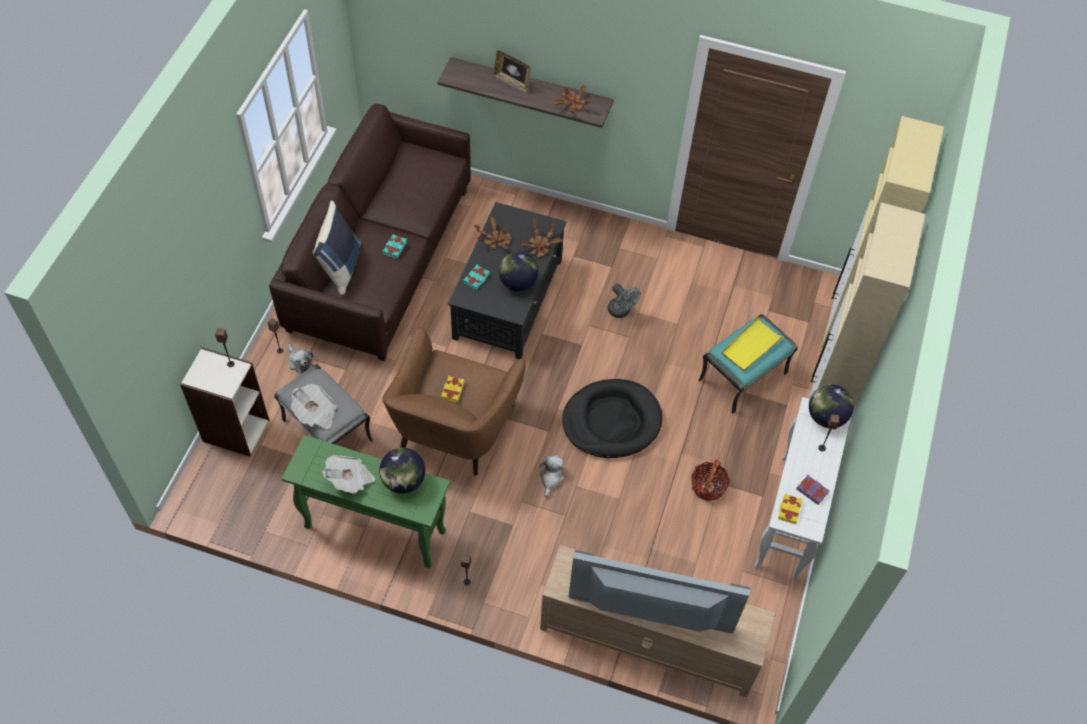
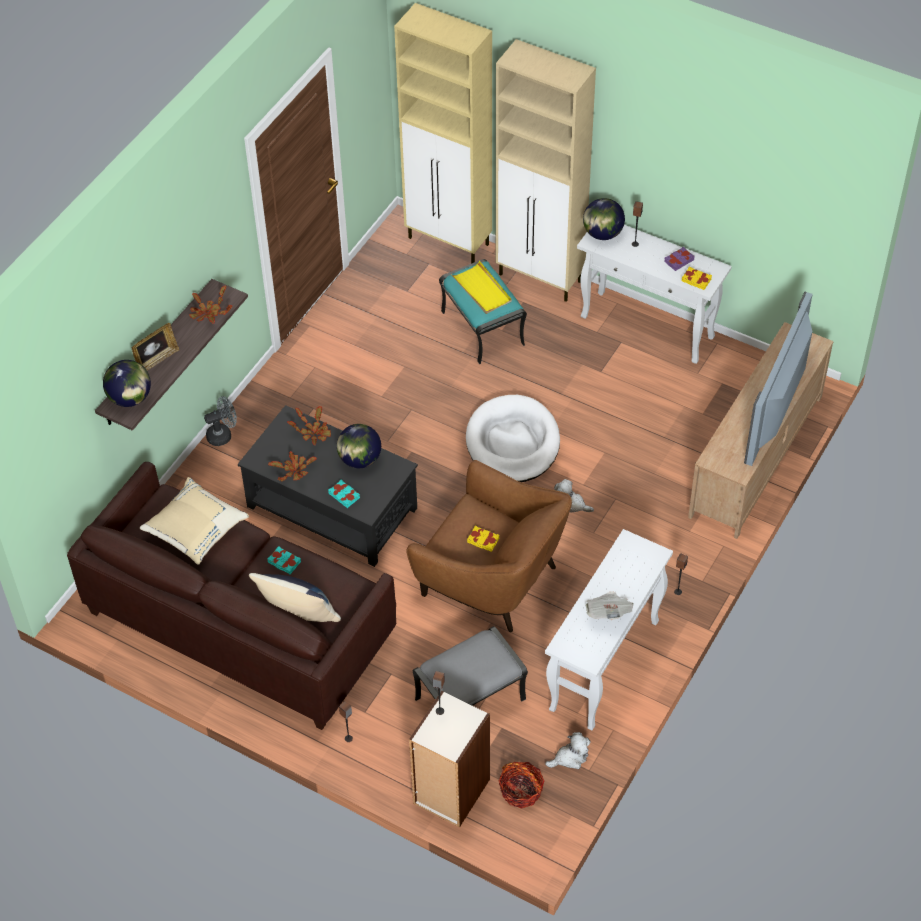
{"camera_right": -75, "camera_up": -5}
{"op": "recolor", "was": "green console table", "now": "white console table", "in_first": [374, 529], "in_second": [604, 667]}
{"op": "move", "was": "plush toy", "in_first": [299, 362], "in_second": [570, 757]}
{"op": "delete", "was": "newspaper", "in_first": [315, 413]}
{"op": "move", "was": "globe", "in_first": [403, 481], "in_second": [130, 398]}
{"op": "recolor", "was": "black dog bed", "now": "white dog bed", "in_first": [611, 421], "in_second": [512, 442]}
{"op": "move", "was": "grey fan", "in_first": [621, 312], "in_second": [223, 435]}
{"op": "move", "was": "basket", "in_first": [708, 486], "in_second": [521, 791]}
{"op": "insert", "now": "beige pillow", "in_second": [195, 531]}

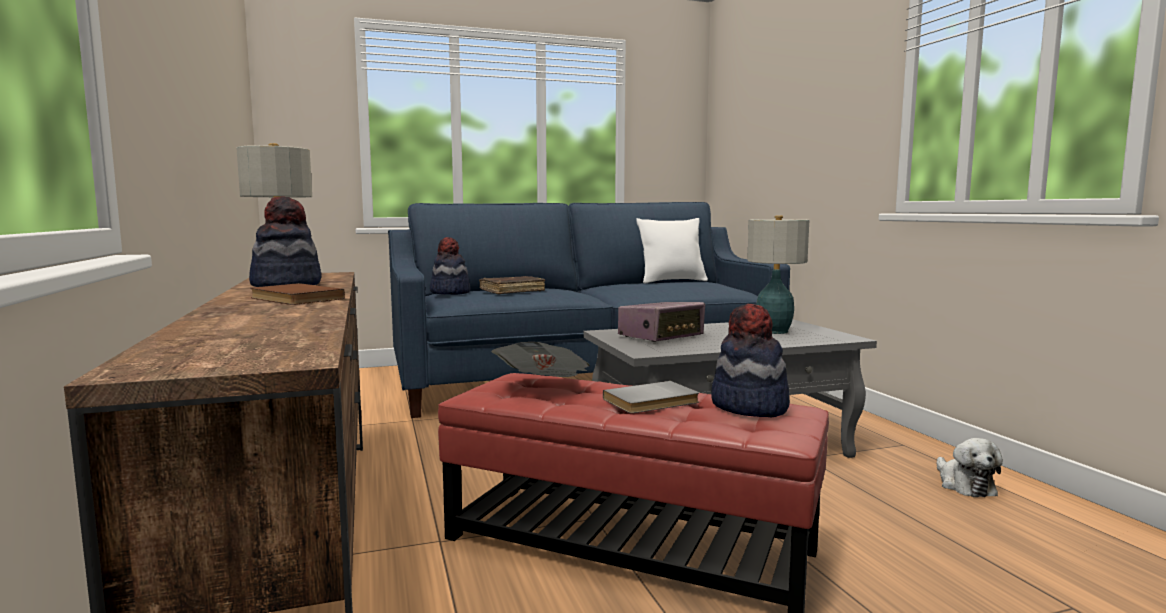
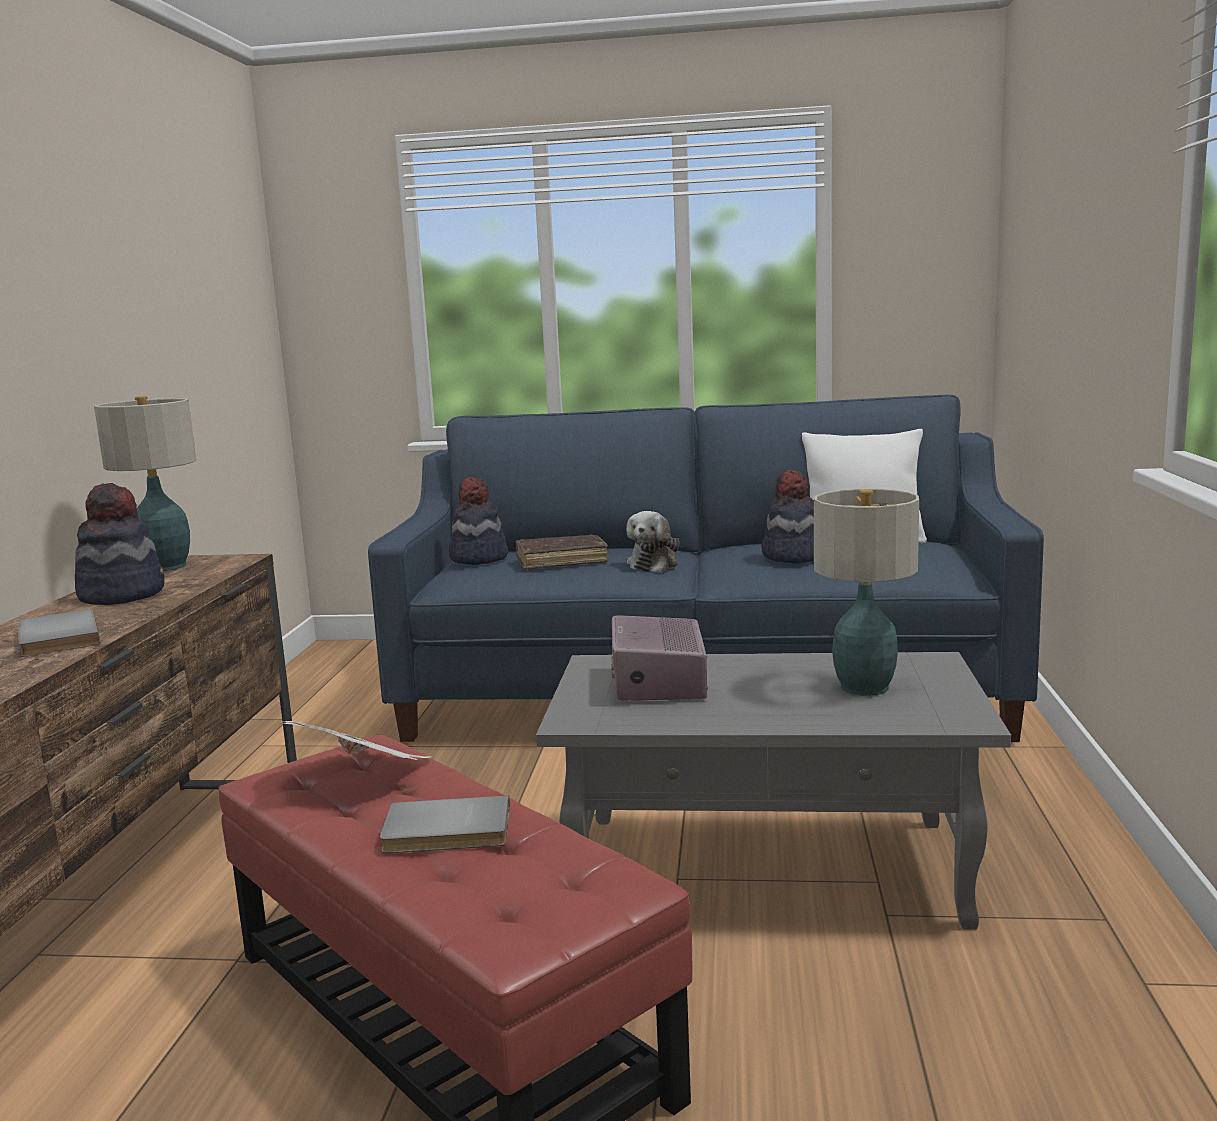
{"camera_right": 25, "camera_up": 5}
{"op": "recolor", "was": "brown book", "now": "grey book", "in_first": [293, 298], "in_second": [55, 638]}
{"op": "rotate", "was": "radio", "in_first": [661, 337], "in_second": [658, 684], "clockwise": 105}
{"op": "move", "was": "hat", "in_first": [749, 407], "in_second": [792, 556]}
{"op": "move", "was": "plush toy", "in_first": [964, 485], "in_second": [654, 564]}

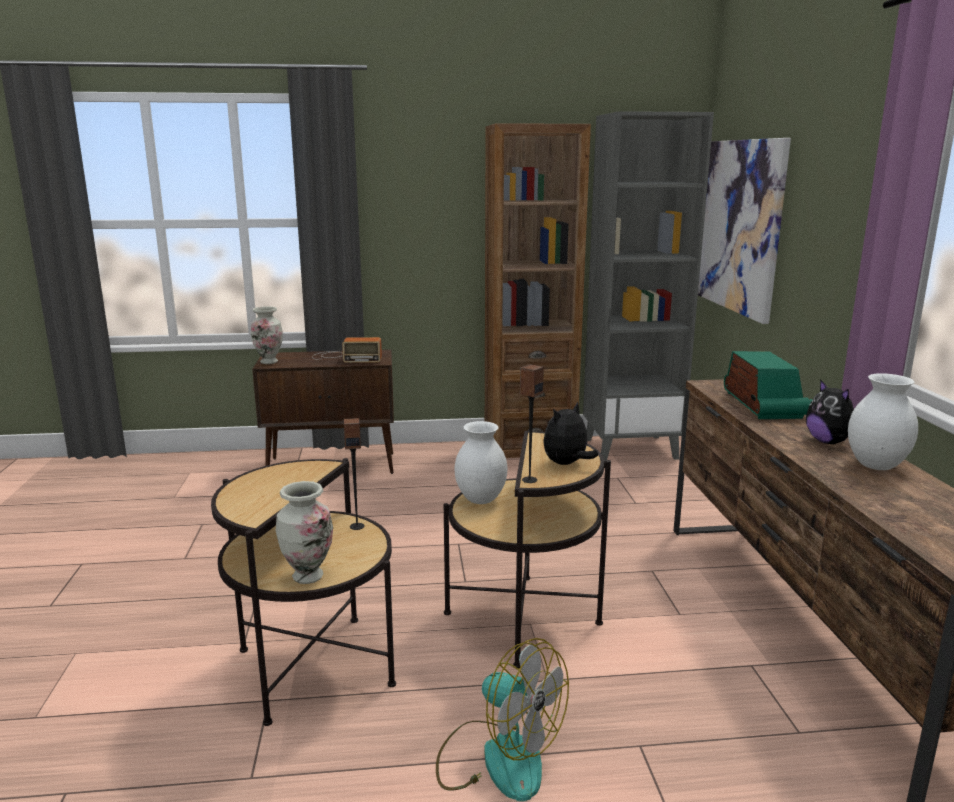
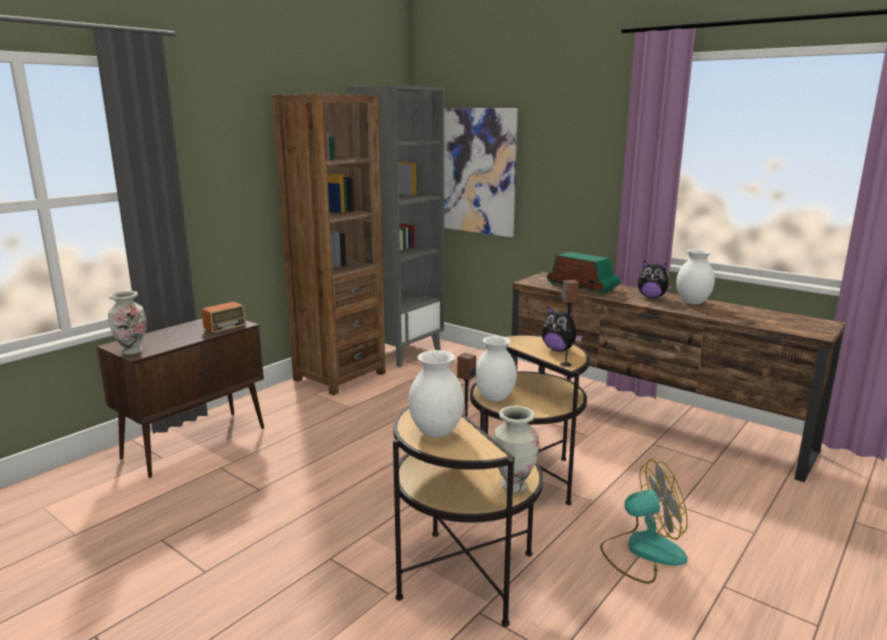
{"camera_right": -45, "camera_up": 0}
{"op": "rotate", "was": "plush toy", "in_first": [567, 464], "in_second": [559, 349], "clockwise": -60}
{"op": "insert", "now": "white vase", "in_second": [435, 433]}

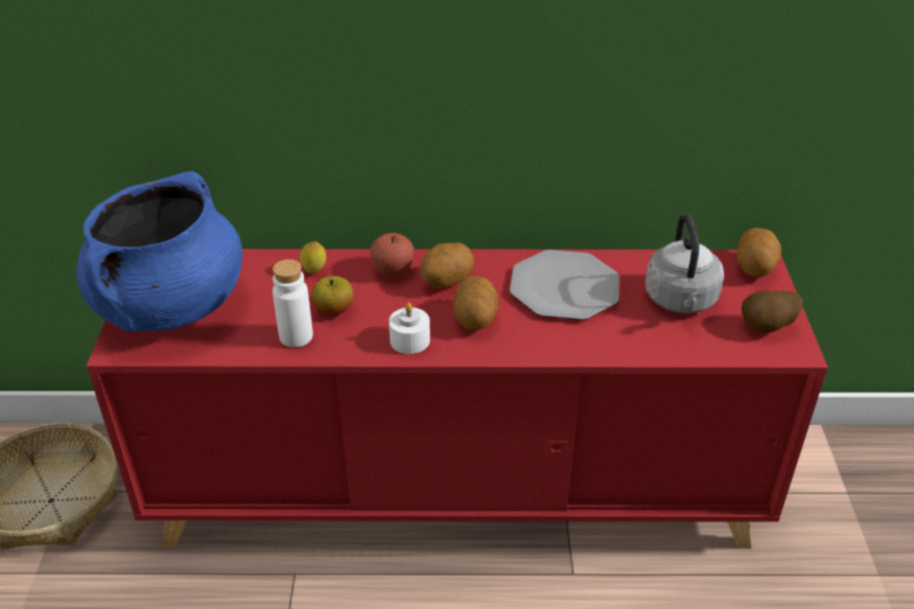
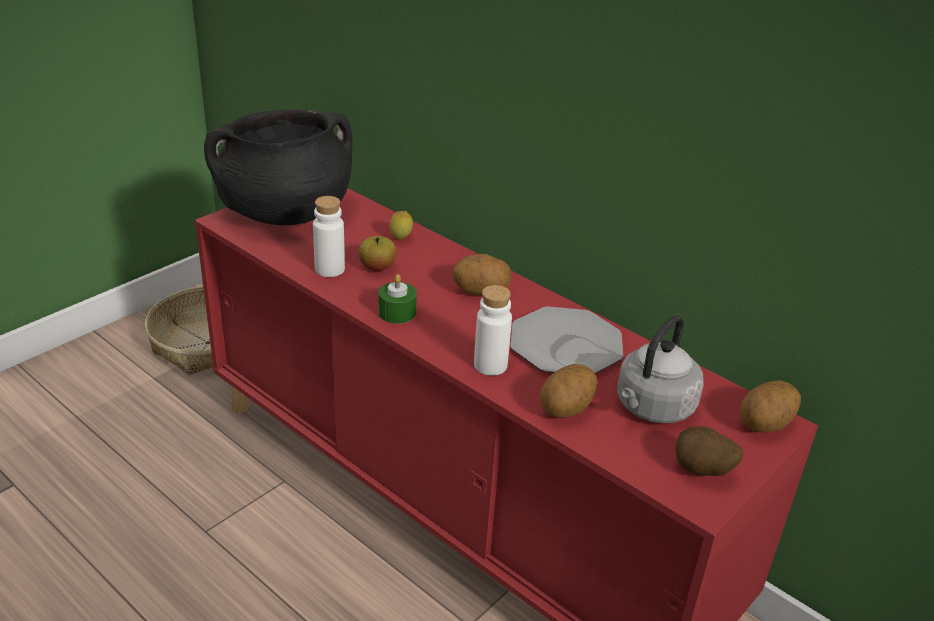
{"camera_right": 40, "camera_up": -5}
{"op": "recolor", "was": "blue cooking pot", "now": "black cooking pot", "in_first": [170, 306], "in_second": [285, 213]}
{"op": "delete", "was": "apple", "in_first": [393, 270]}
{"op": "recolor", "was": "white candle", "now": "green candle", "in_first": [410, 340], "in_second": [397, 312]}
{"op": "move", "was": "potato", "in_first": [475, 319], "in_second": [567, 409]}
{"op": "insert", "now": "white bottle", "in_second": [490, 365]}

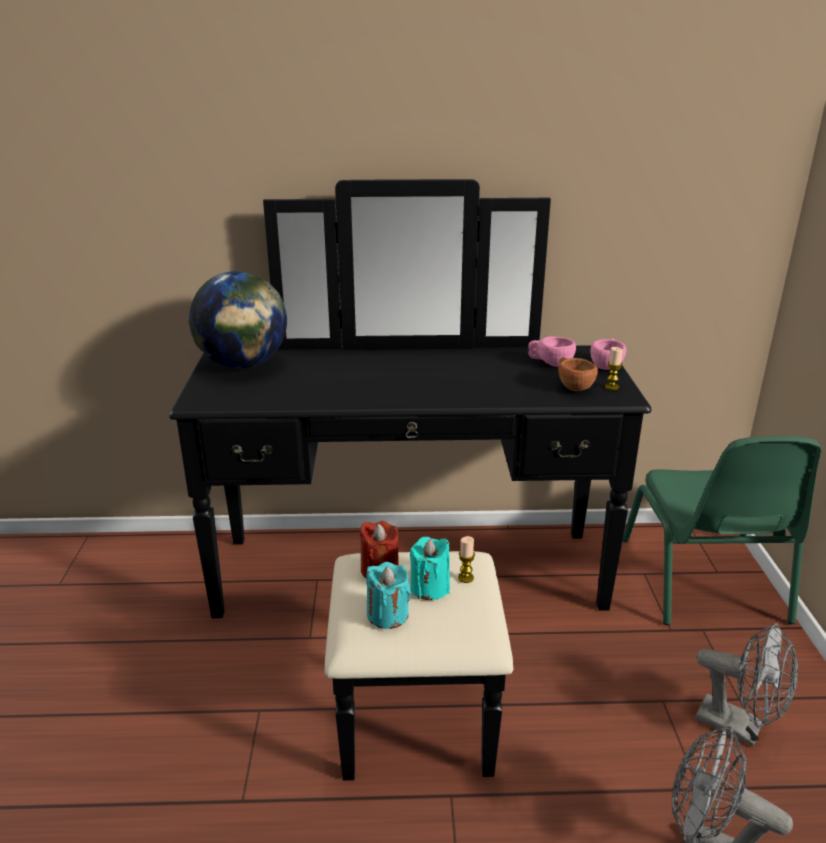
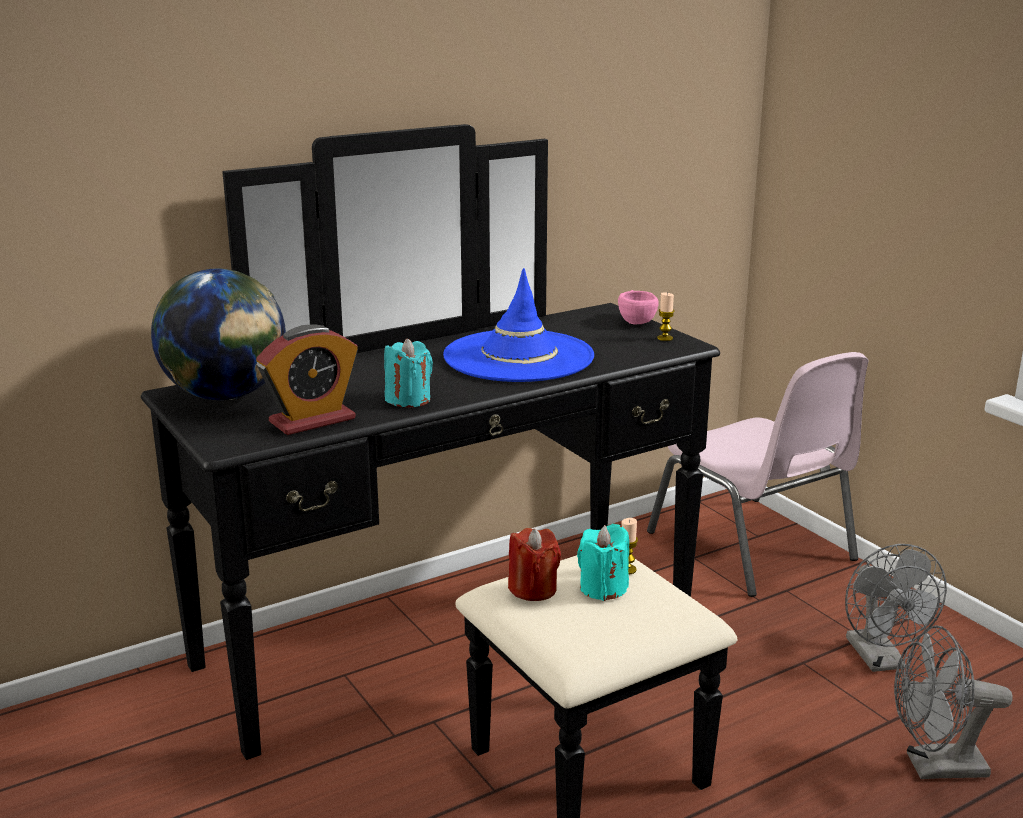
{"camera_right": -30, "camera_up": -5}
{"op": "move", "was": "turquoise candle", "in_first": [387, 615], "in_second": [408, 399]}
{"op": "delete", "was": "pink cup", "in_first": [550, 363]}
{"op": "delete", "was": "brown cup", "in_first": [572, 386]}
{"op": "recolor", "was": "green chair", "now": "pink chair", "in_first": [704, 581], "in_second": [753, 547]}
{"op": "rotate", "was": "grey fan", "in_first": [739, 727], "in_second": [880, 660], "clockwise": 75}
{"op": "insert", "now": "alarm clock", "in_second": [312, 420]}
{"op": "insert", "now": "blue hat", "in_second": [518, 357]}

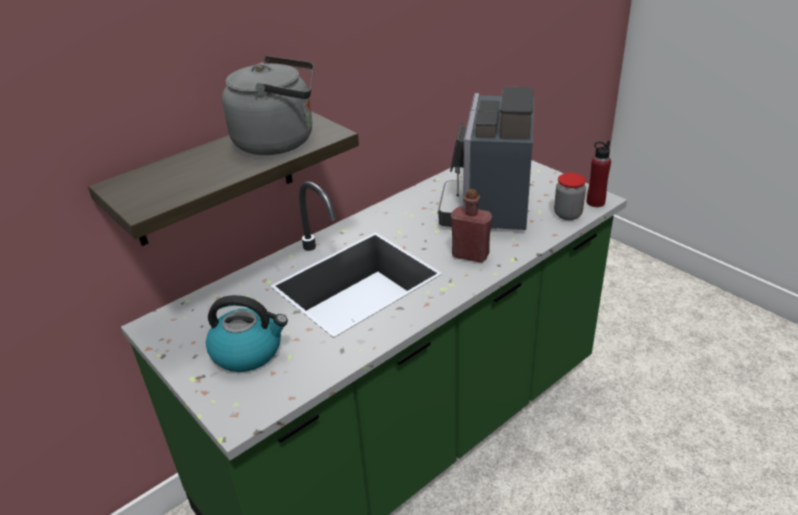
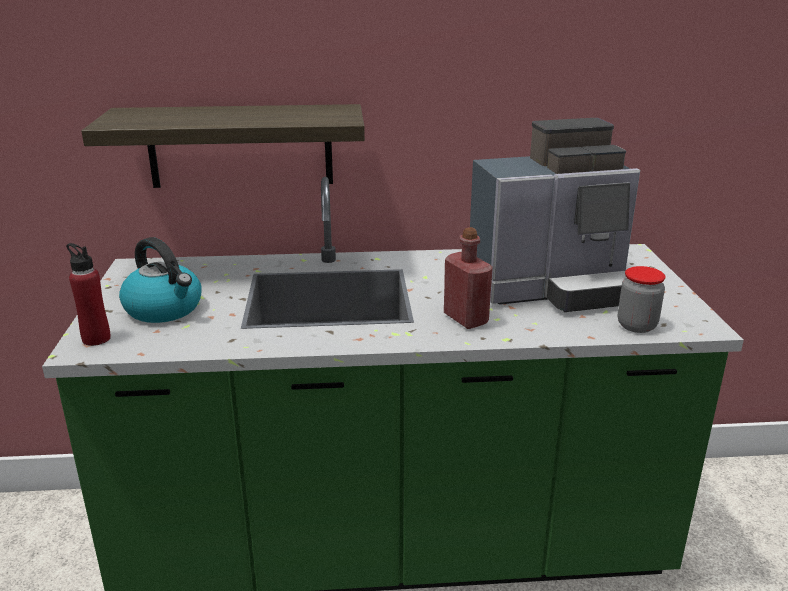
{"camera_right": 35, "camera_up": -10}
{"op": "delete", "was": "grey kettle", "in_first": [280, 141]}
{"op": "rotate", "was": "coffee machine", "in_first": [489, 206], "in_second": [552, 288], "clockwise": -150}
{"op": "move", "was": "red bottle", "in_first": [595, 202], "in_second": [96, 339]}

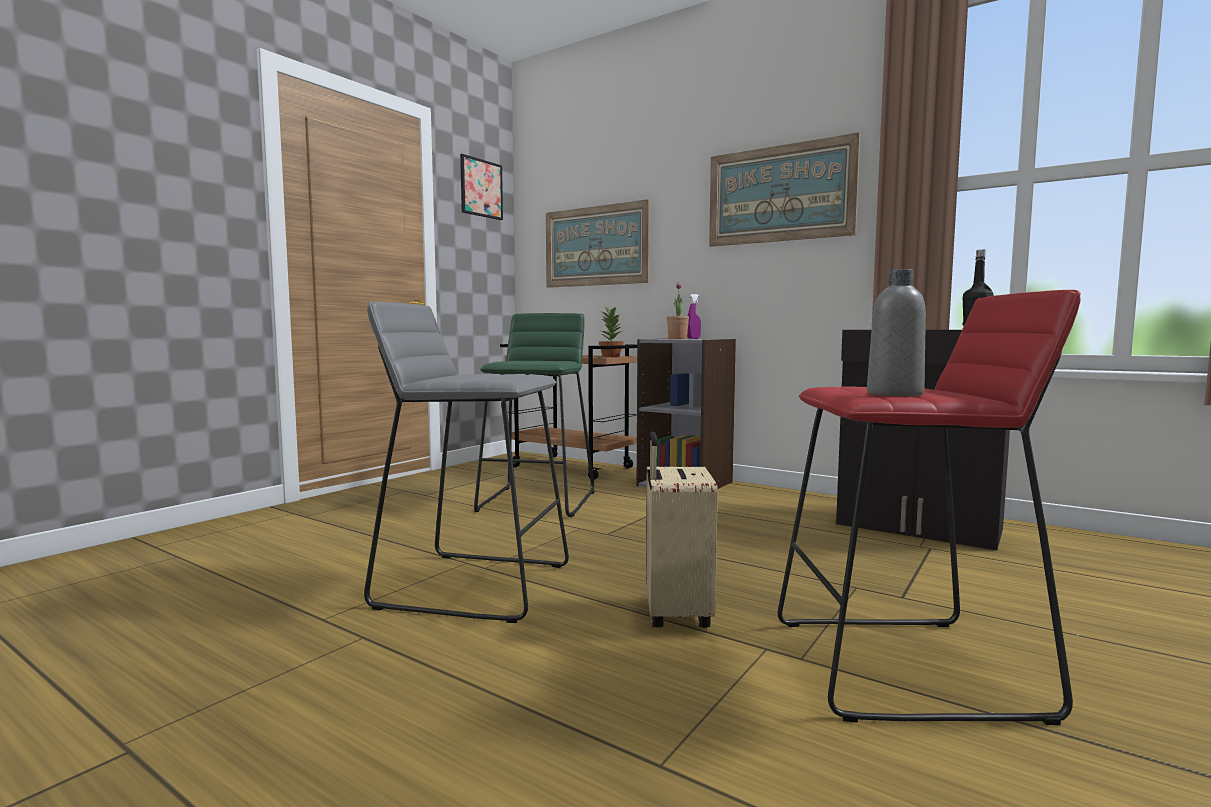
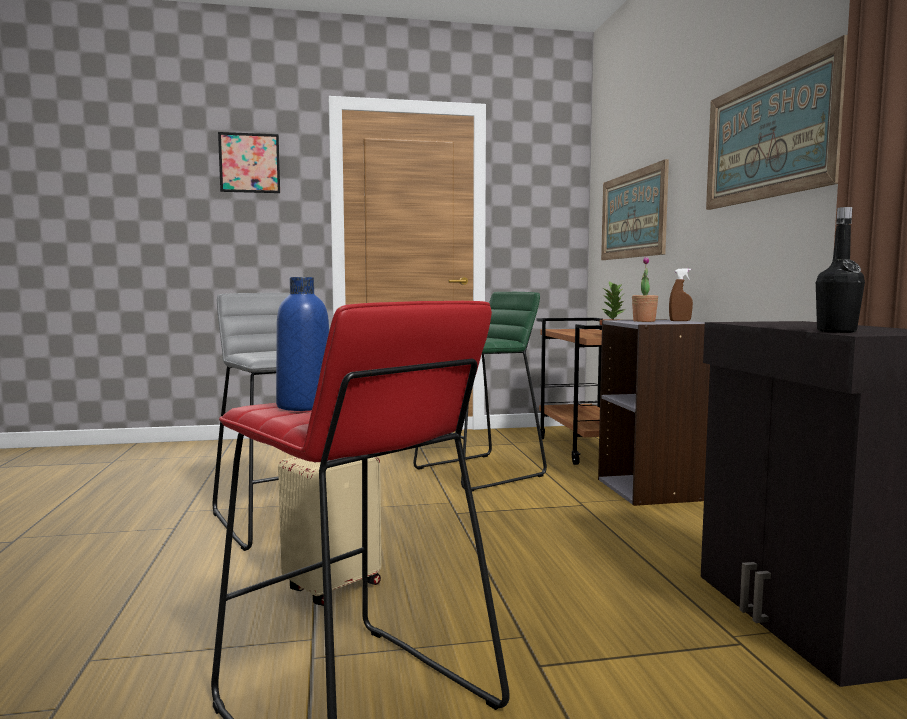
{"camera_right": 45, "camera_up": 0}
{"op": "move", "was": "picture", "in_first": [481, 188], "in_second": [249, 163]}
{"op": "recolor", "was": "purple spray bottle", "now": "brown spray bottle", "in_first": [693, 338], "in_second": [680, 321]}
{"op": "recolor", "was": "grey bottle", "now": "blue bottle", "in_first": [894, 394], "in_second": [305, 406]}

